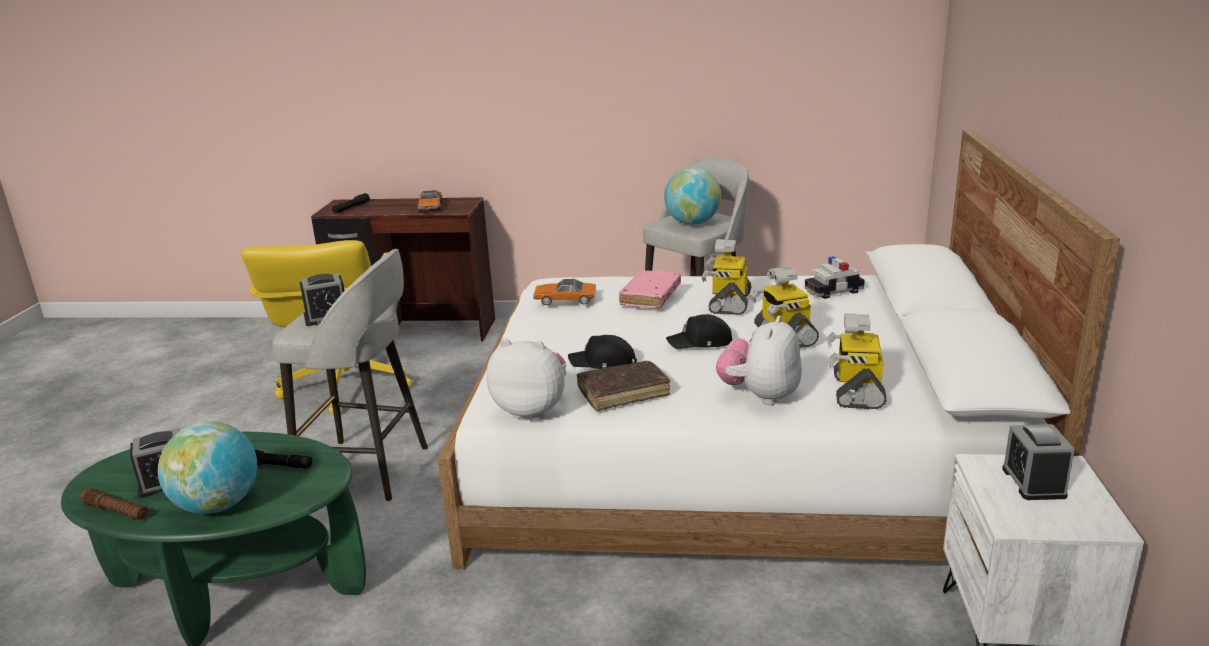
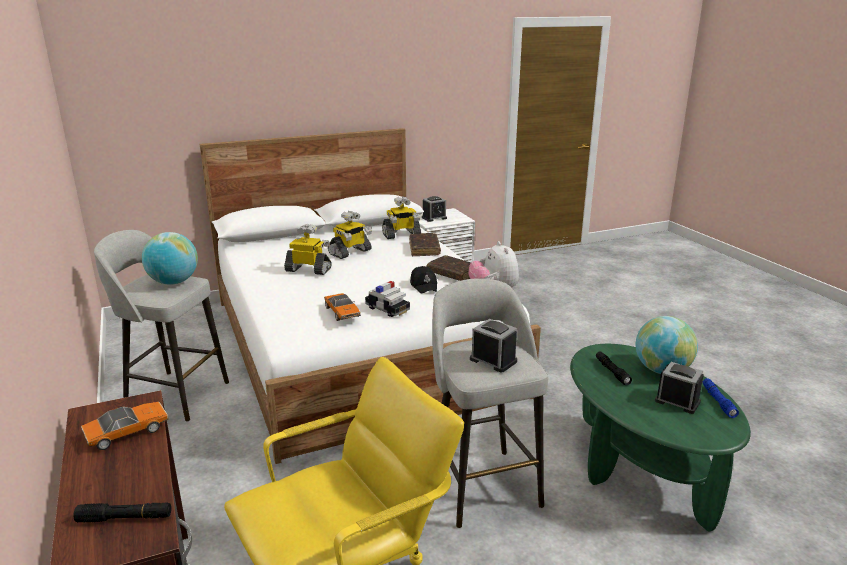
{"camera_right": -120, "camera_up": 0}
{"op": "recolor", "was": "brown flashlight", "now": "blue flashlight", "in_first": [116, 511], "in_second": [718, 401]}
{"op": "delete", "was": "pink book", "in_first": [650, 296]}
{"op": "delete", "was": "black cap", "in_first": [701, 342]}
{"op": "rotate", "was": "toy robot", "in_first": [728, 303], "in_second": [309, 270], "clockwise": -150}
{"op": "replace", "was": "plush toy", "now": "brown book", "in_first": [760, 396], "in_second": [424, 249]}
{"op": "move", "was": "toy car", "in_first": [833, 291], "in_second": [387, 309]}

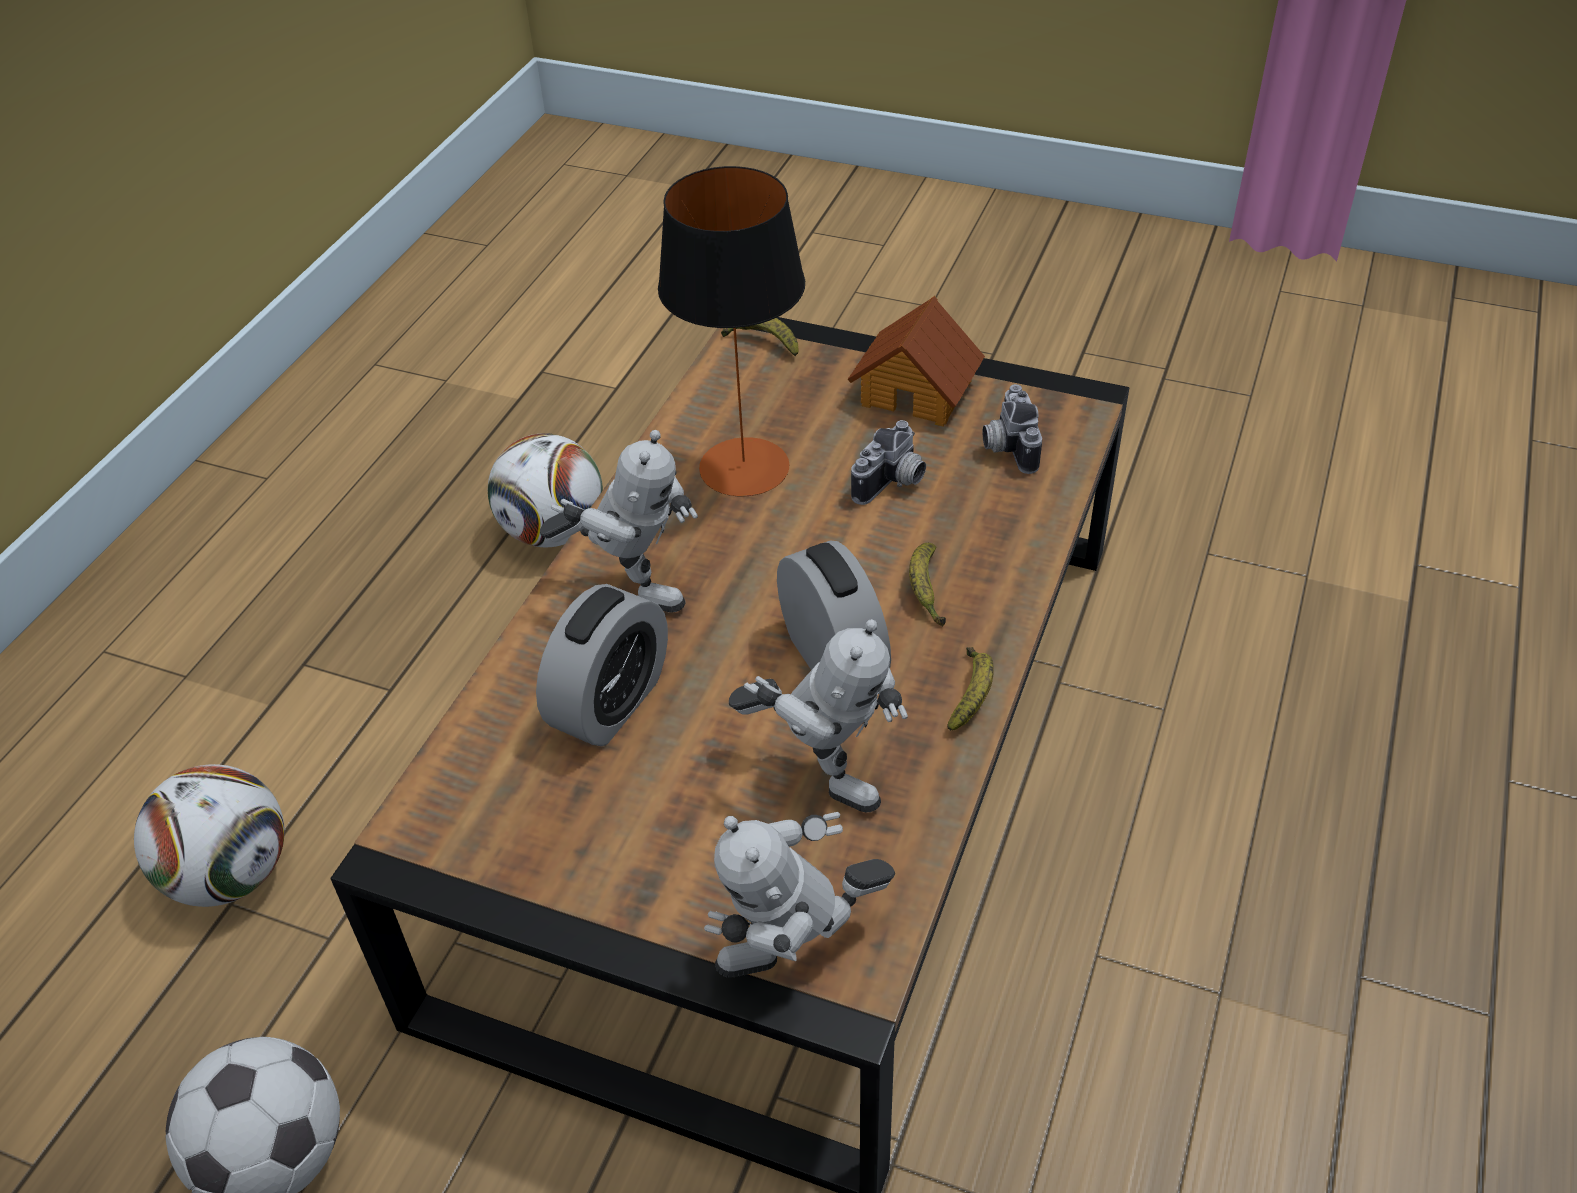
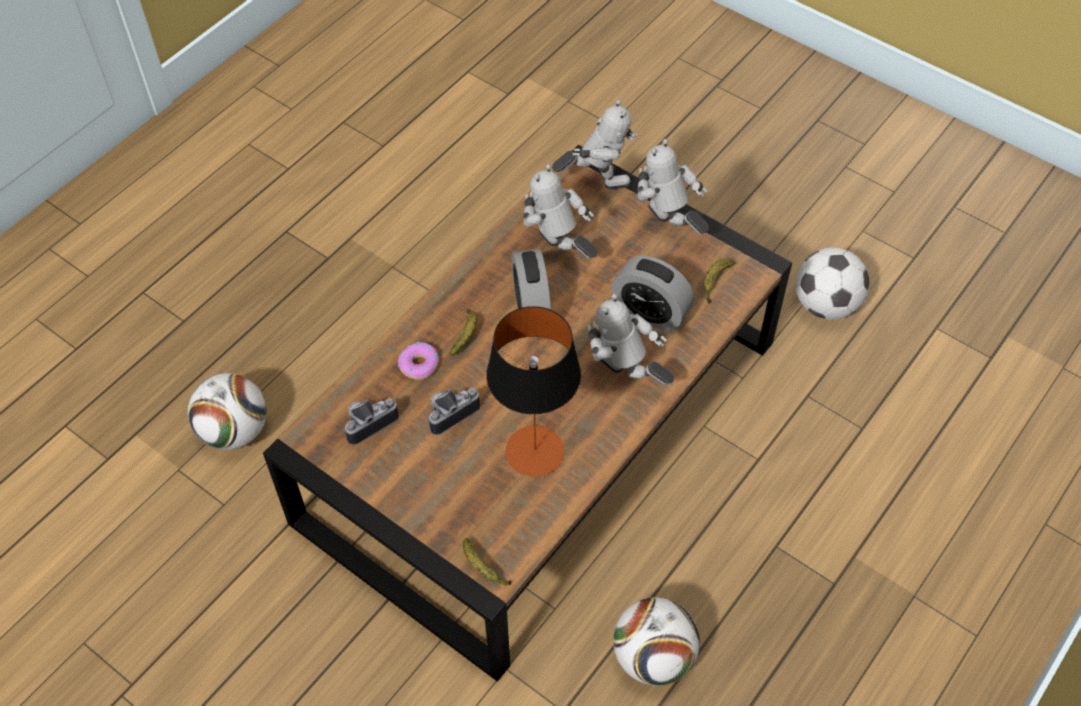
{"camera_right": -165, "camera_up": 10}
{"op": "move", "was": "football", "in_first": [231, 874], "in_second": [234, 431]}
{"op": "rotate", "was": "alarm clock", "in_first": [610, 703], "in_second": [650, 312], "clockwise": -105}
{"op": "delete", "was": "toy house", "in_first": [917, 391]}
{"op": "move", "was": "banana", "in_first": [972, 695], "in_second": [715, 282]}
{"op": "rotate", "was": "photo camera", "in_first": [1006, 446], "in_second": [368, 422], "clockwise": -135}
{"op": "insert", "now": "donut", "in_second": [419, 364]}
{"op": "insert", "now": "toy robot", "in_second": [667, 228]}

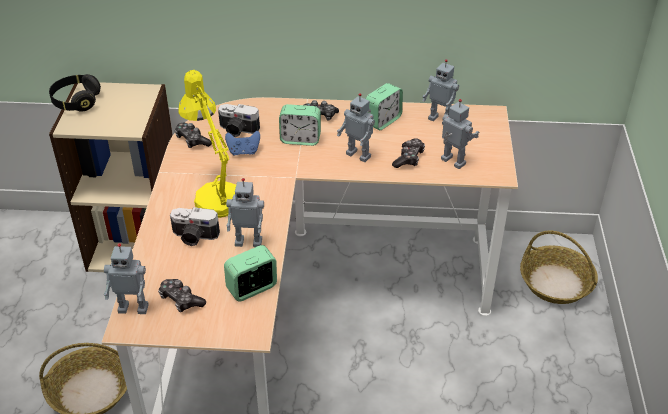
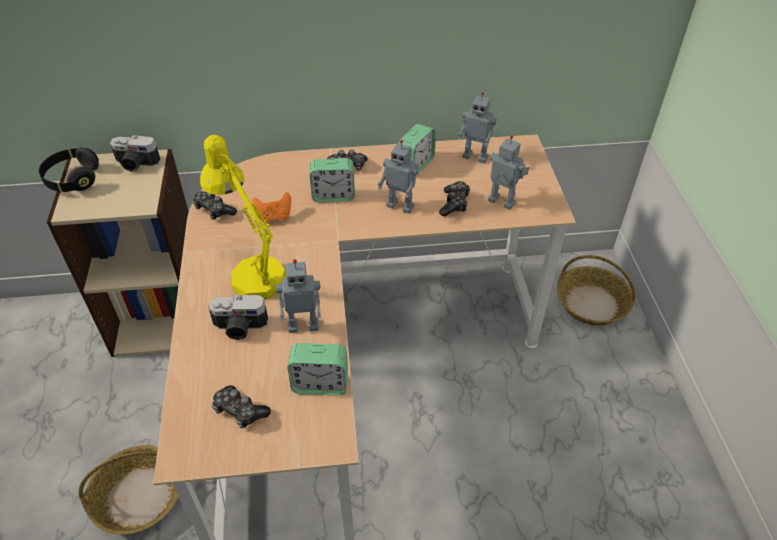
{"camera_right": -10, "camera_up": 5}
{"op": "delete", "was": "toy robot", "in_first": [134, 307]}
{"op": "move", "was": "photo camera", "in_first": [237, 130], "in_second": [136, 164]}
{"op": "rotate", "was": "alarm clock", "in_first": [252, 288], "in_second": [320, 384], "clockwise": -135}
{"op": "recolor", "was": "blue game controller", "now": "orange game controller", "in_first": [243, 151], "in_second": [274, 217]}

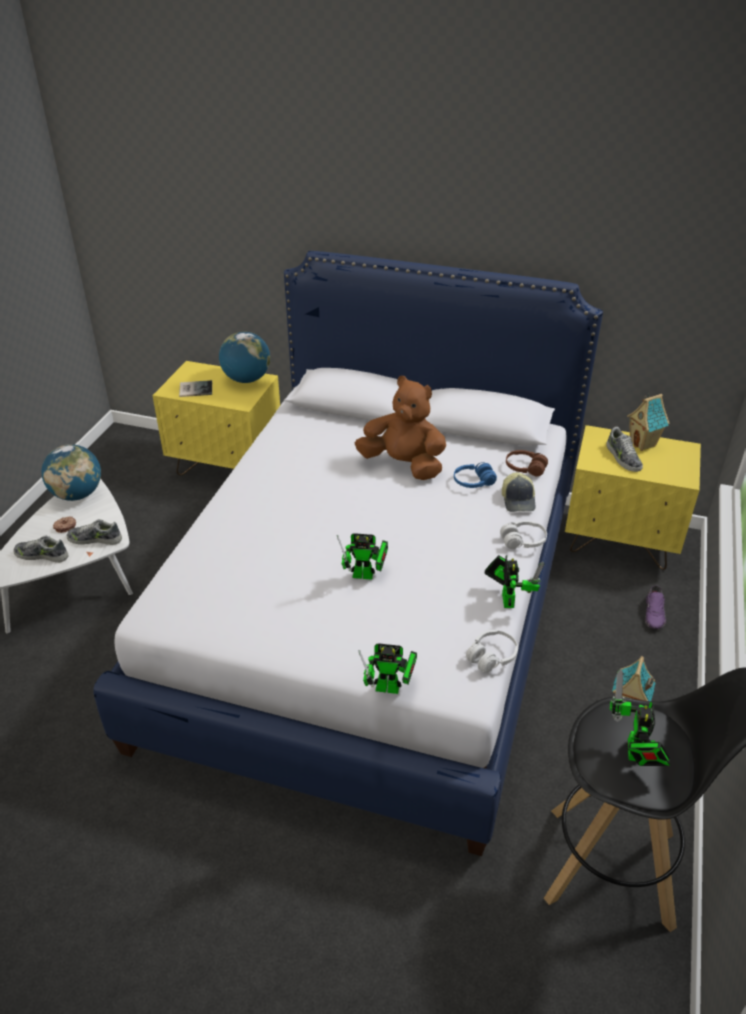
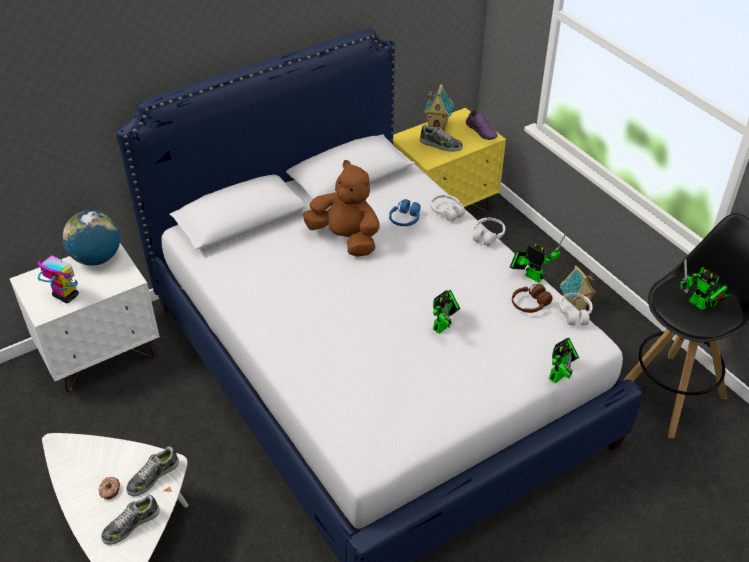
{"camera_right": -50, "camera_up": 5}
{"op": "delete", "was": "globe", "in_first": [77, 494]}
{"op": "recolor", "was": "yellow nightstand", "now": "white nightstand", "in_first": [227, 467], "in_second": [100, 355]}
{"op": "replace", "was": "book", "now": "toy robot", "in_first": [195, 389], "in_second": [65, 296]}
{"op": "rotate", "was": "brown plush toy", "in_first": [403, 465], "in_second": [346, 239], "clockwise": 60}
{"op": "replace", "was": "cap", "now": "white headphones", "in_first": [518, 500], "in_second": [447, 212]}
{"op": "move", "was": "brown headphones", "in_first": [525, 468], "in_second": [530, 304]}
{"op": "move", "was": "purple shoe", "in_first": [654, 614], "in_second": [482, 131]}

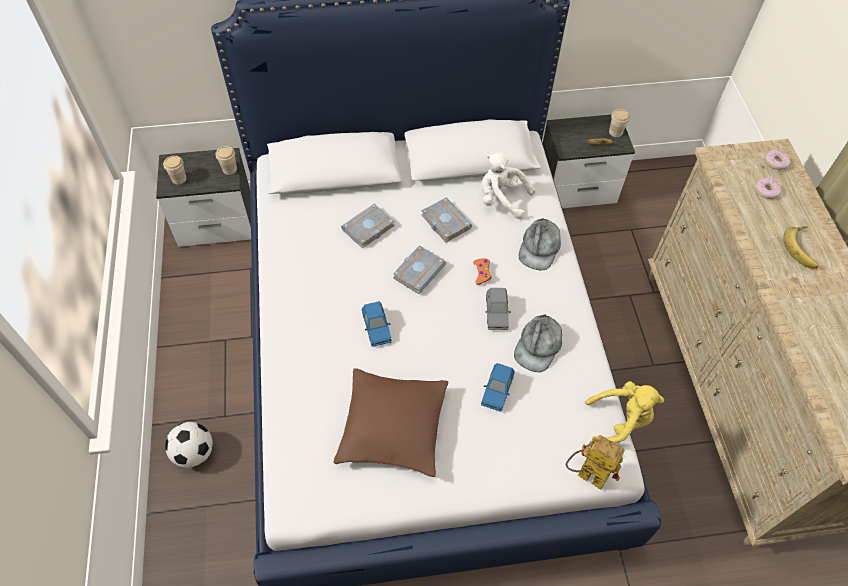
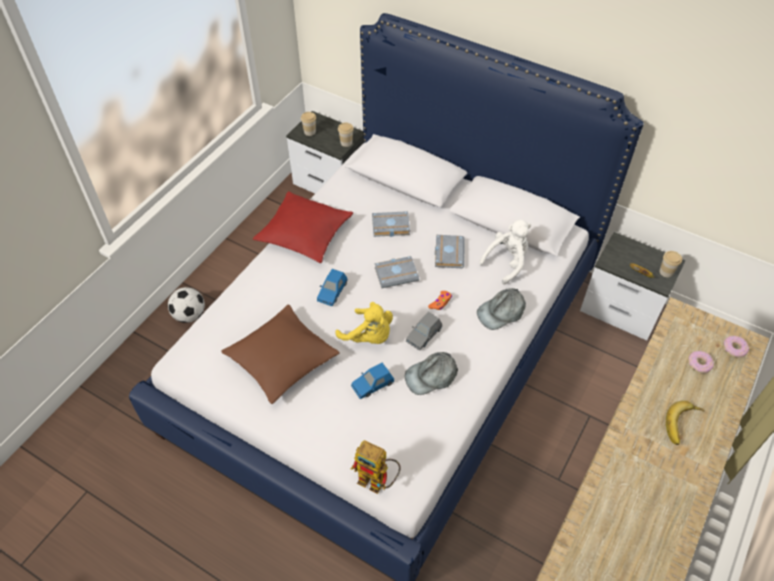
{"camera_right": 40, "camera_up": -5}
{"op": "rotate", "was": "white plush toy", "in_first": [501, 199], "in_second": [507, 262], "clockwise": 75}
{"op": "rotate", "was": "toy robot", "in_first": [585, 474], "in_second": [378, 482], "clockwise": 135}
{"op": "move", "was": "yellow plush toy", "in_first": [620, 420], "in_second": [369, 336]}
{"op": "insert", "now": "red pillow", "in_second": [304, 233]}

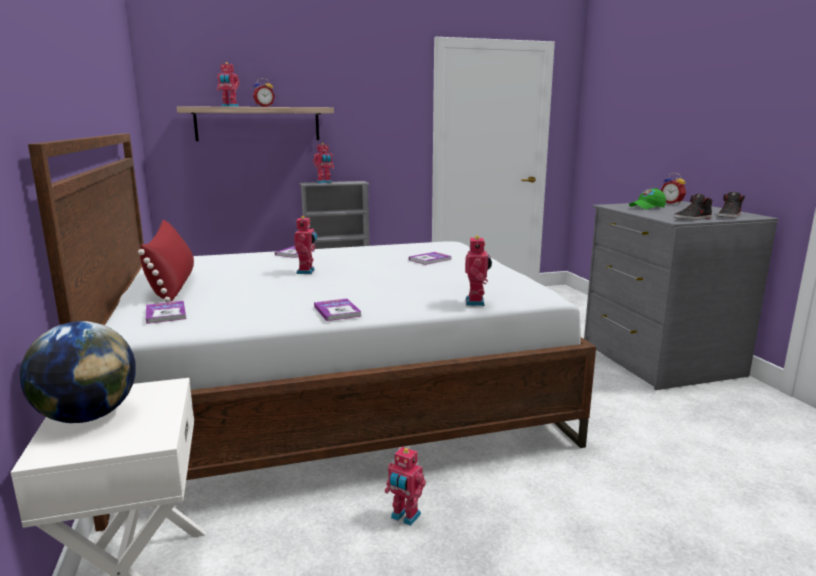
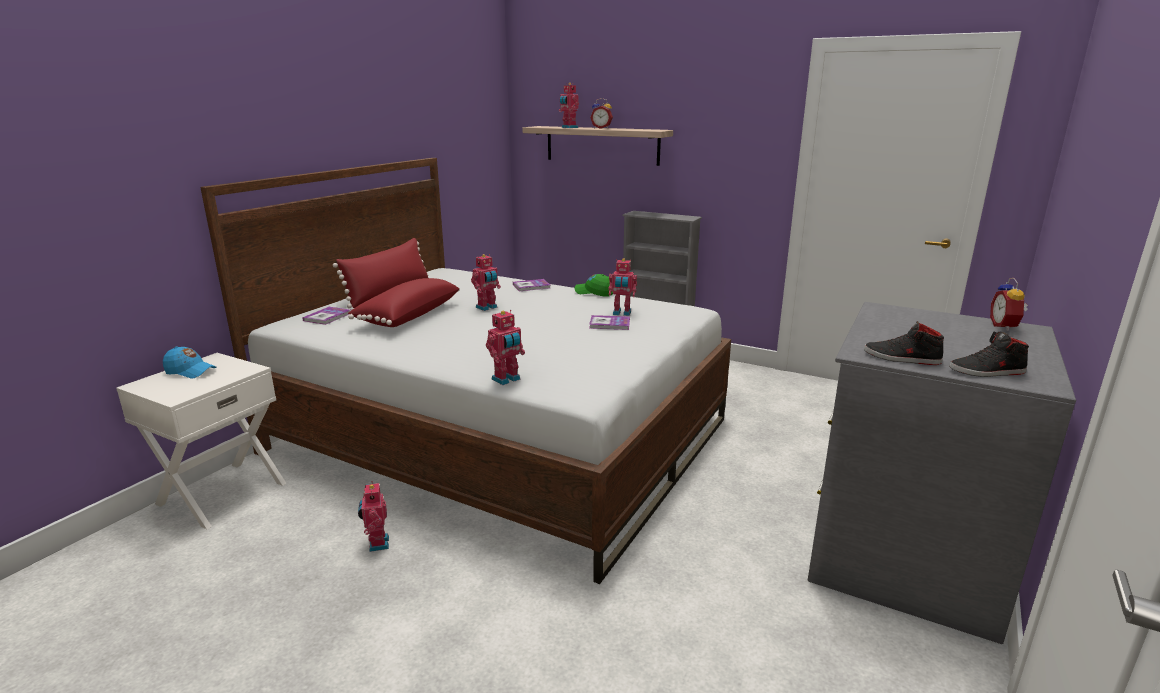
{"camera_right": 45, "camera_up": 5}
{"op": "replace", "was": "globe", "now": "blue cap", "in_first": [88, 416], "in_second": [190, 371]}
{"op": "move", "was": "toy robot", "in_first": [324, 182], "in_second": [621, 313]}
{"op": "delete", "was": "book", "in_first": [337, 311]}
{"op": "move", "was": "green cap", "in_first": [647, 207], "in_second": [594, 293]}
{"op": "insert", "now": "red pillow", "in_second": [407, 316]}

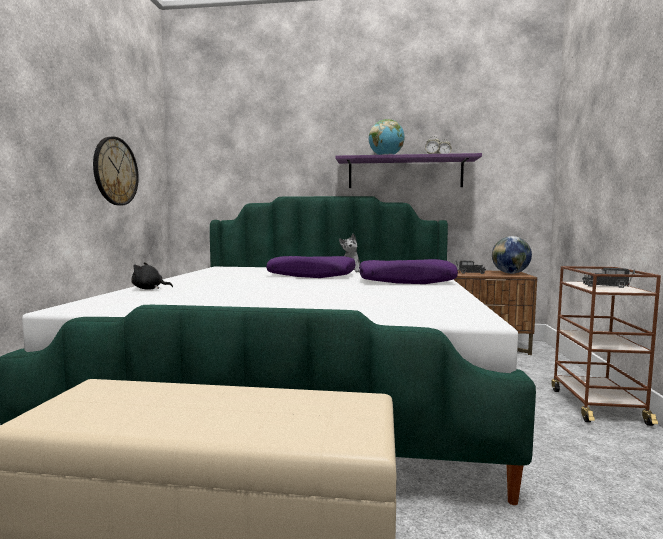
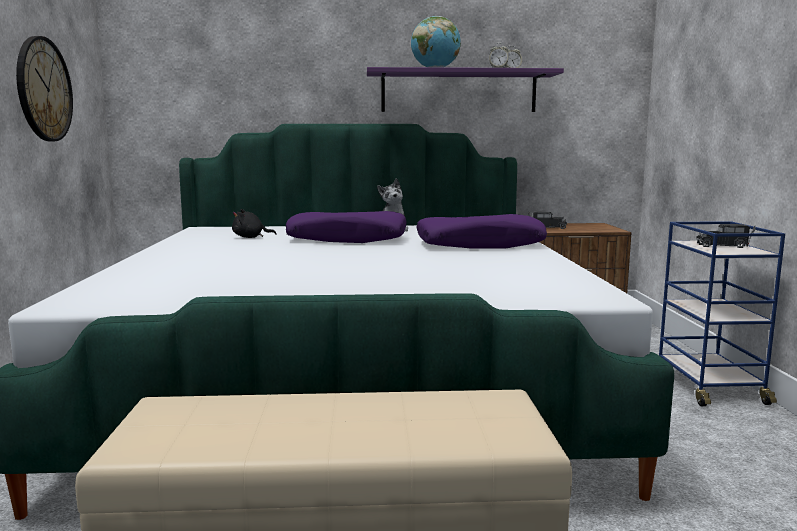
{"camera_right": -10, "camera_up": 5}
{"op": "move", "was": "black plush toy", "in_first": [149, 289], "in_second": [250, 237]}
{"op": "delete", "was": "globe", "in_first": [510, 273]}
{"op": "recolor", "was": "brown cart", "now": "blue cart", "in_first": [596, 405], "in_second": [708, 387]}

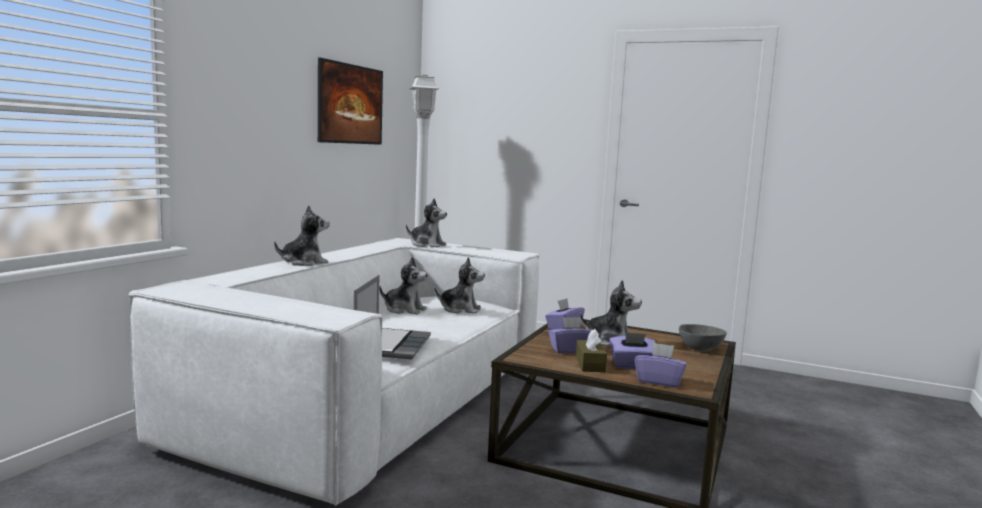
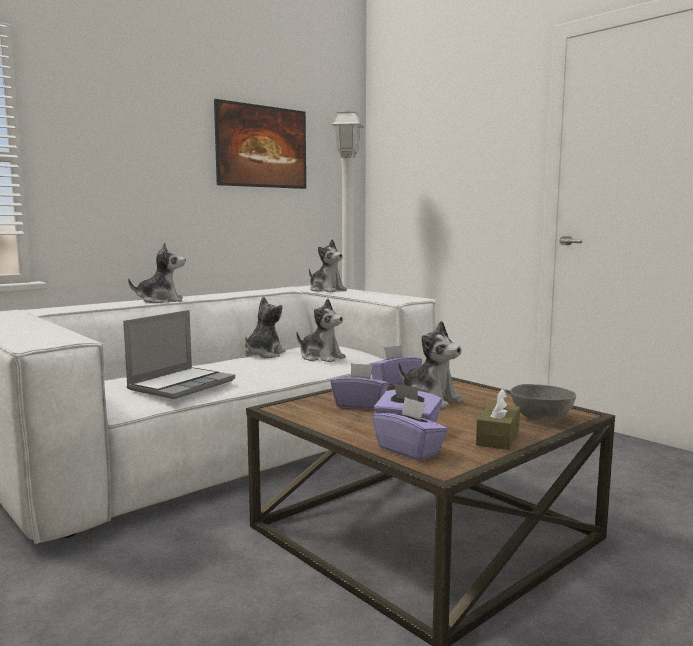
{"camera_right": 25, "camera_up": 0}
{"op": "rotate", "was": "plush toy", "in_first": [404, 310], "in_second": [263, 355], "clockwise": -105}
{"op": "move", "was": "brown tissue box", "in_first": [590, 364], "in_second": [498, 438]}

